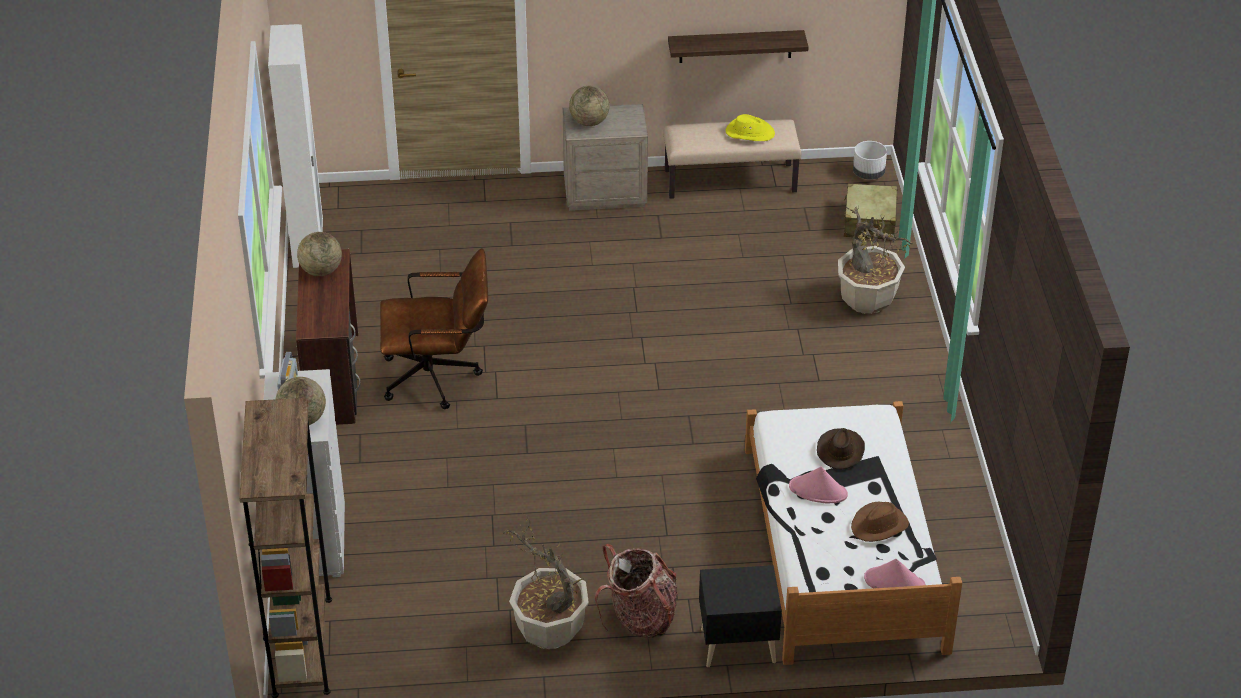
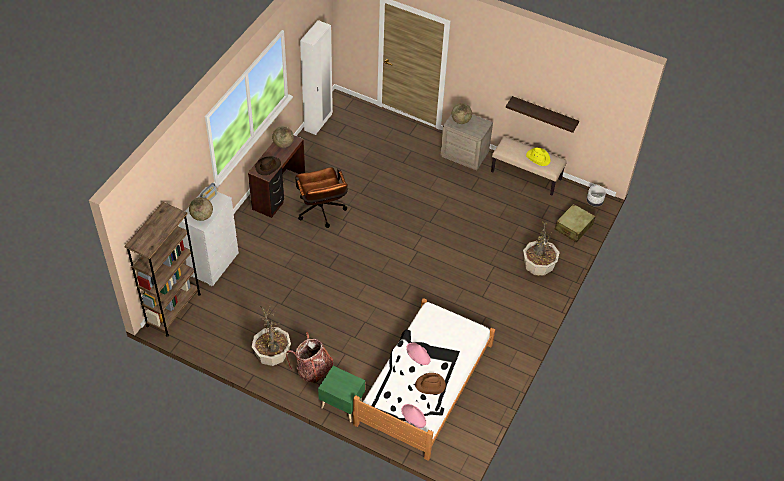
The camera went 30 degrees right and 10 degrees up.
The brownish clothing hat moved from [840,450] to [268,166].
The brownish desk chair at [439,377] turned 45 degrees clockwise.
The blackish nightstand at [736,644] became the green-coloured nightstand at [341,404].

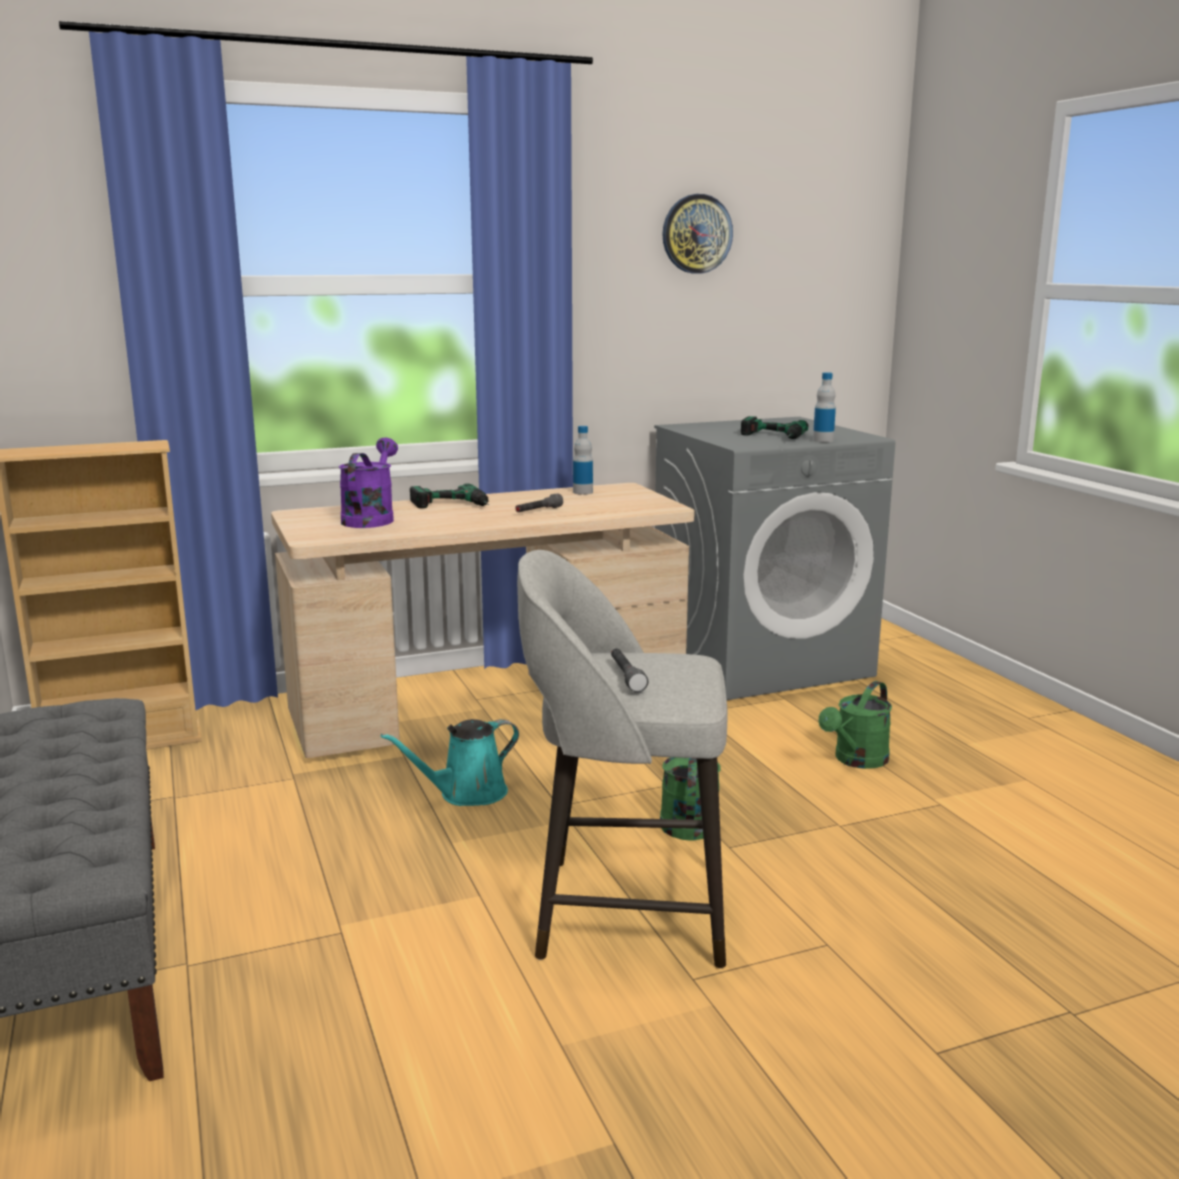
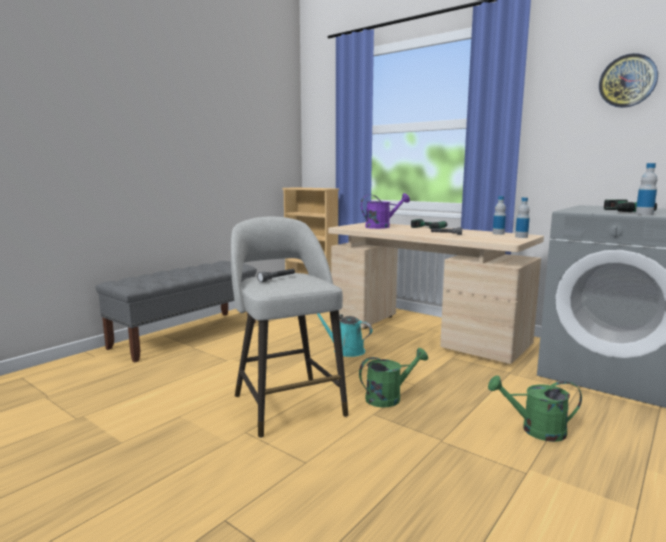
The camera went 60 degrees right and 5 degrees down.
The beverage bottle at [521,237] appeared.

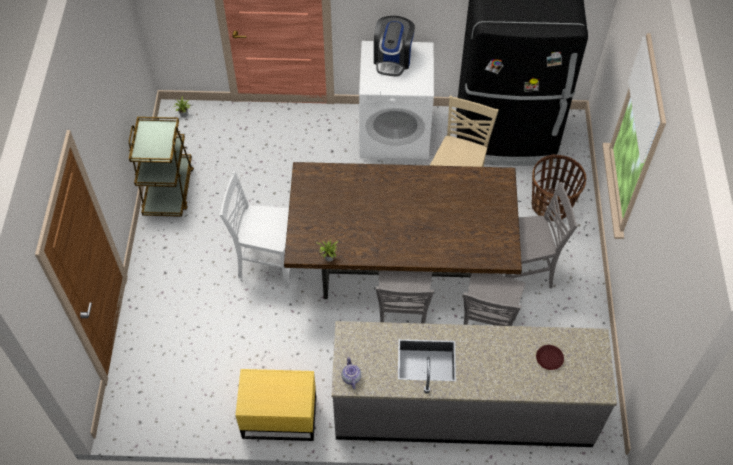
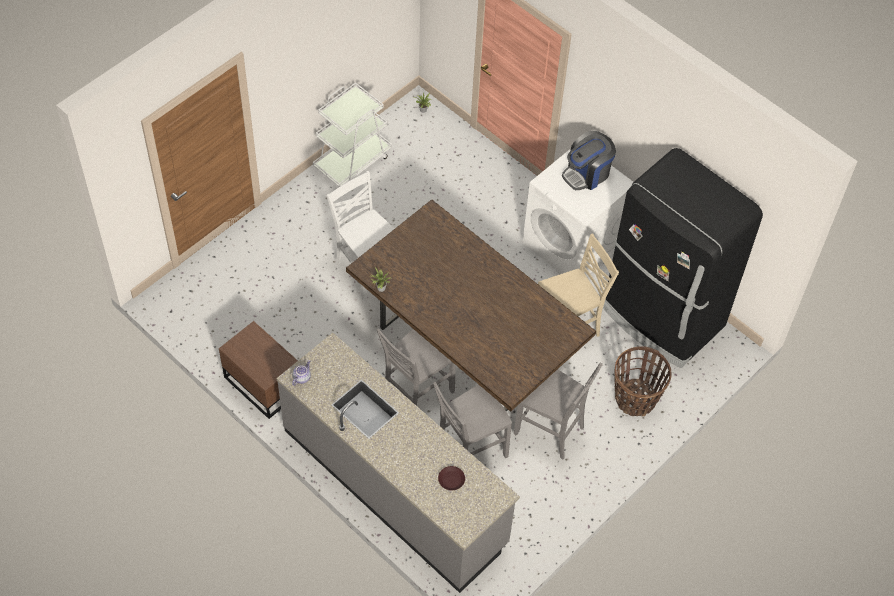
The camera went 40 degrees right and 0 degrees up.
The yellowish nightstand at [278,416] became the brownish nightstand at [263,383].
The brownish trolley at [168,190] became the whitish trolley at [353,161].

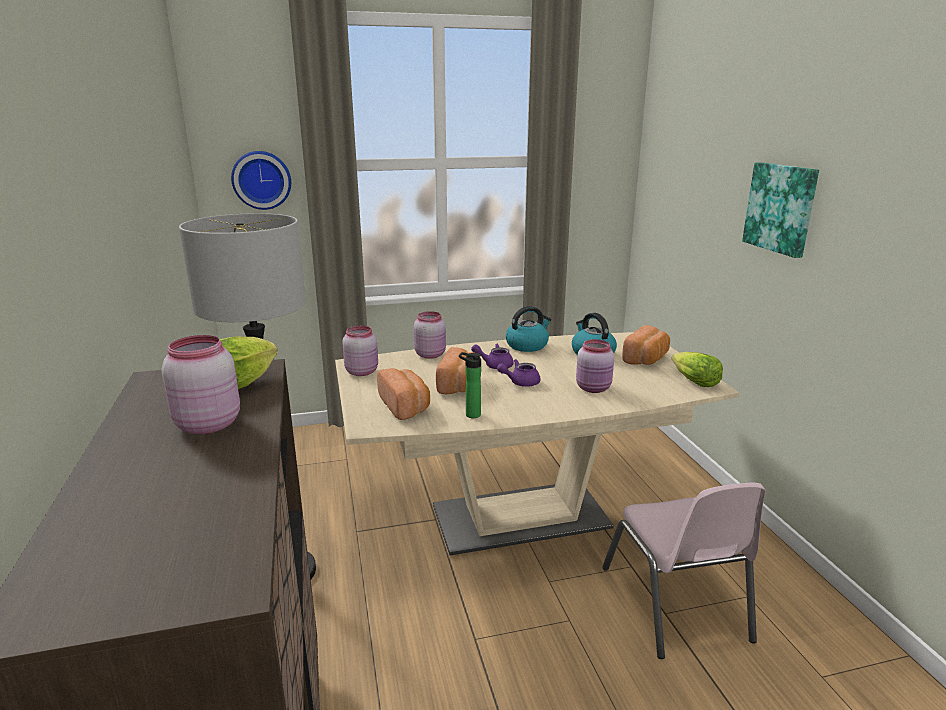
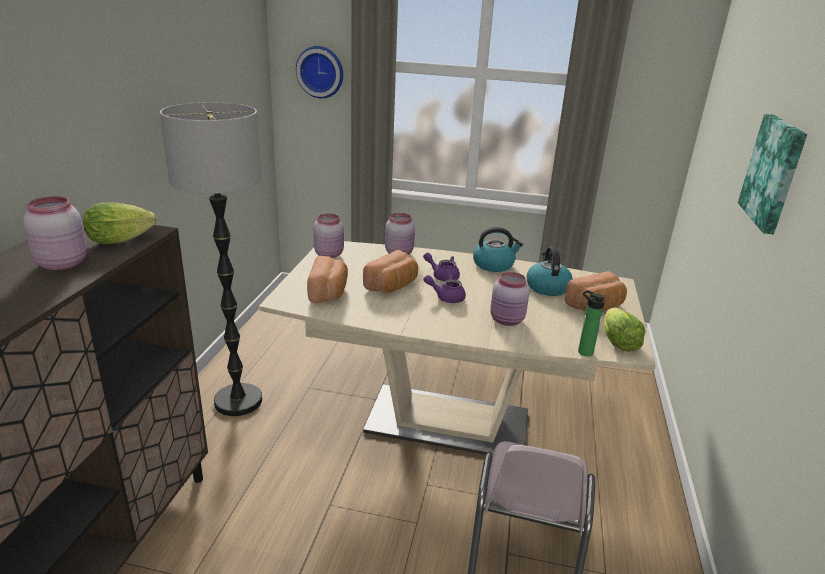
The camera went 25 degrees right and 5 degrees up.
The beverage bottle moved from [470,414] to [583,351].

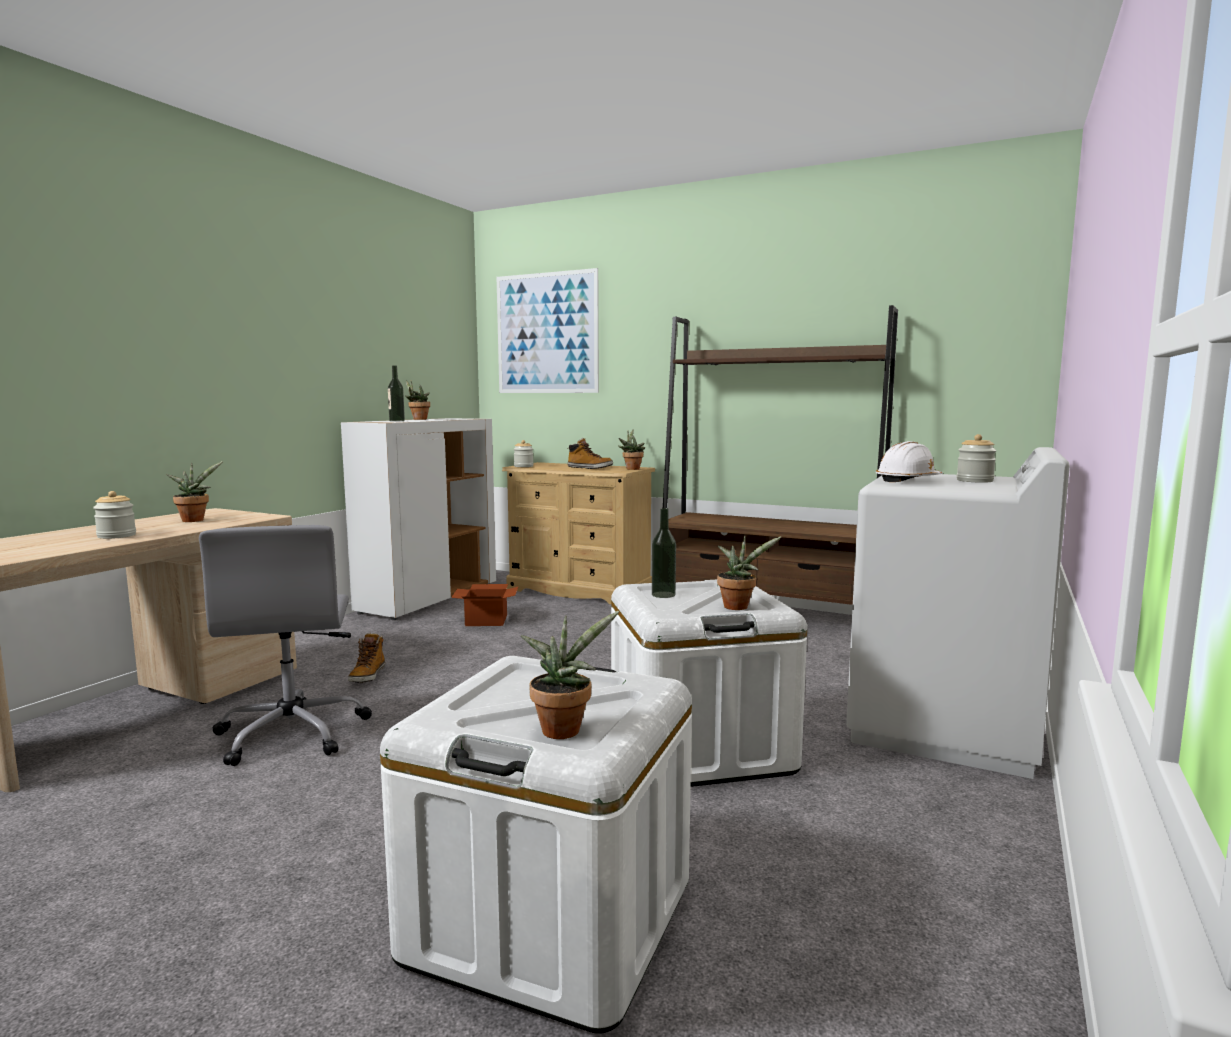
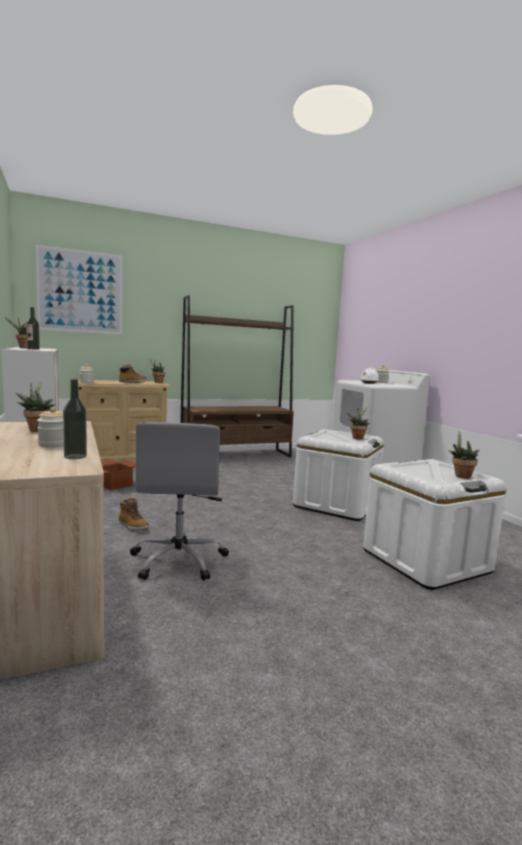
The camera went 50 degrees left and 0 degrees up.
The beverage bottle moved from [663,594] to [75,456].
The gray desk chair at [293,733] turned 60 degrees clockwise.

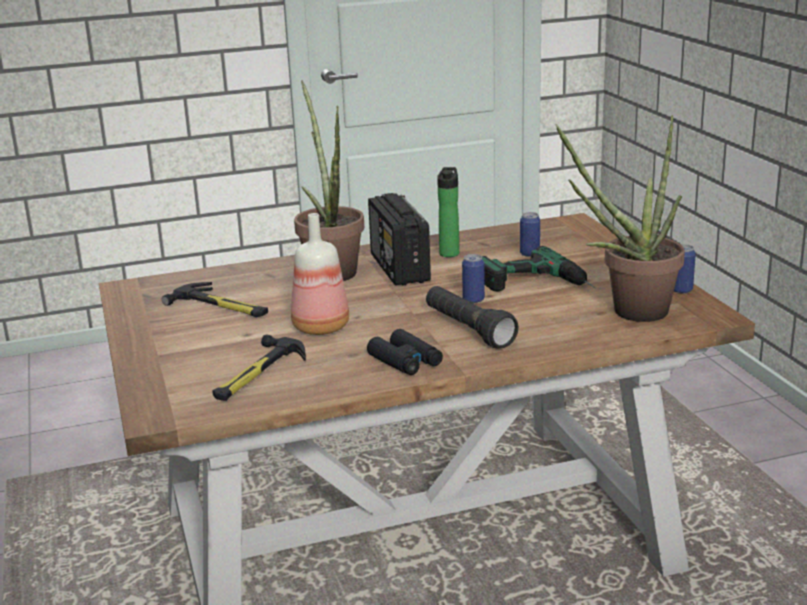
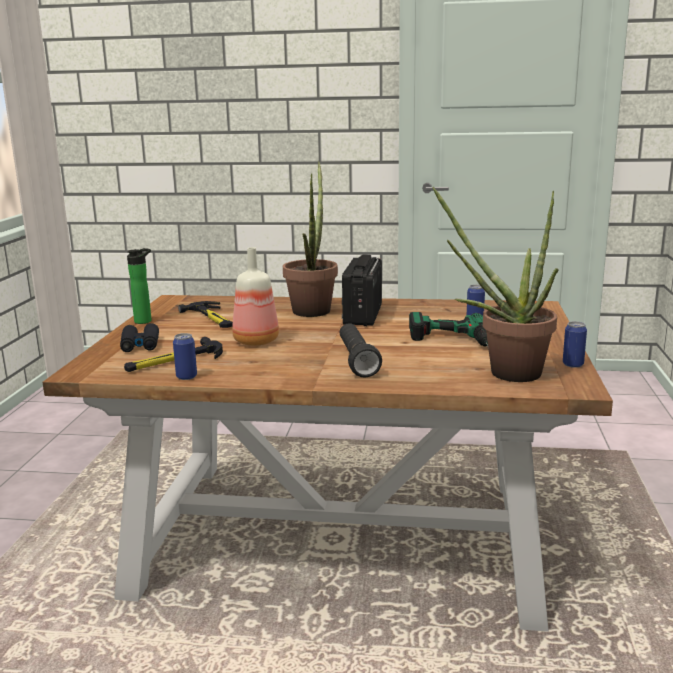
The camera went 25 degrees right and 5 degrees down.
The blackish binoculars moved from [405,361] to [140,345].
The beverage bottle moved from [449,252] to [145,321].
The sealed can moved from [473,300] to [186,377].

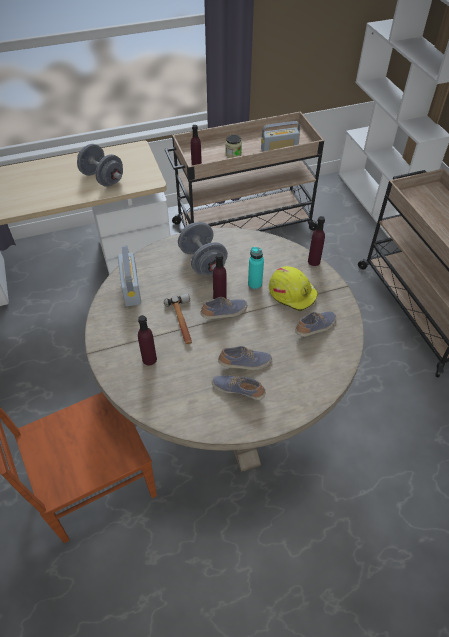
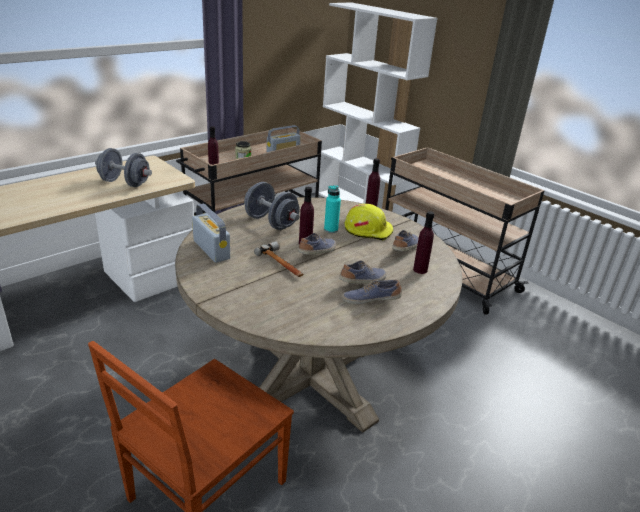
The camera went 25 degrees left and 20 degrees down.
The purple-coloured beverage bottle moved from [149,359] to [420,270].

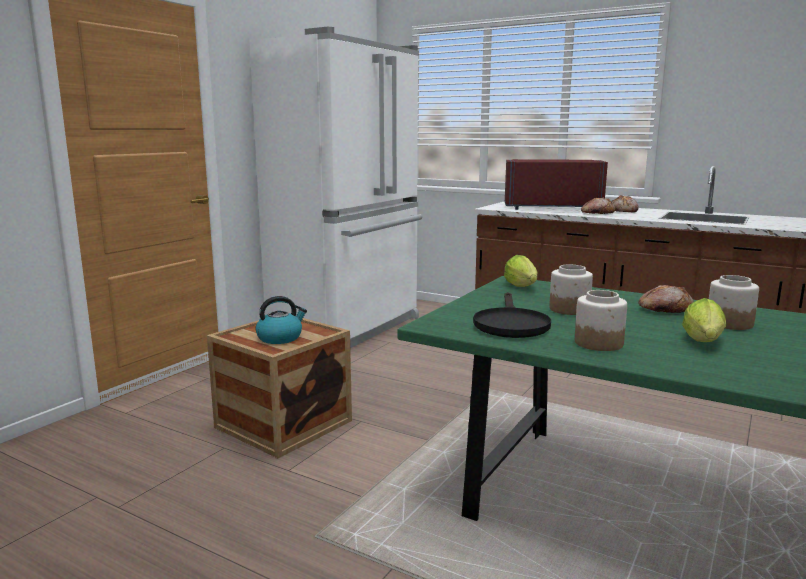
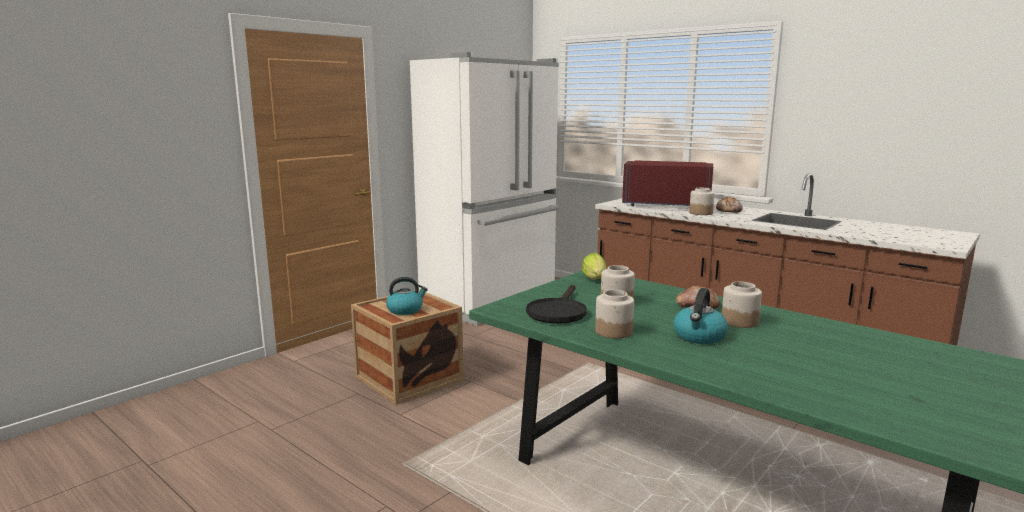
The camera went 10 degrees right and 0 degrees up.
The lettuce at [703,343] was replaced by the kettle at [699,337].
The bakery bread at [597,213] was replaced by the storage jar at [700,213].

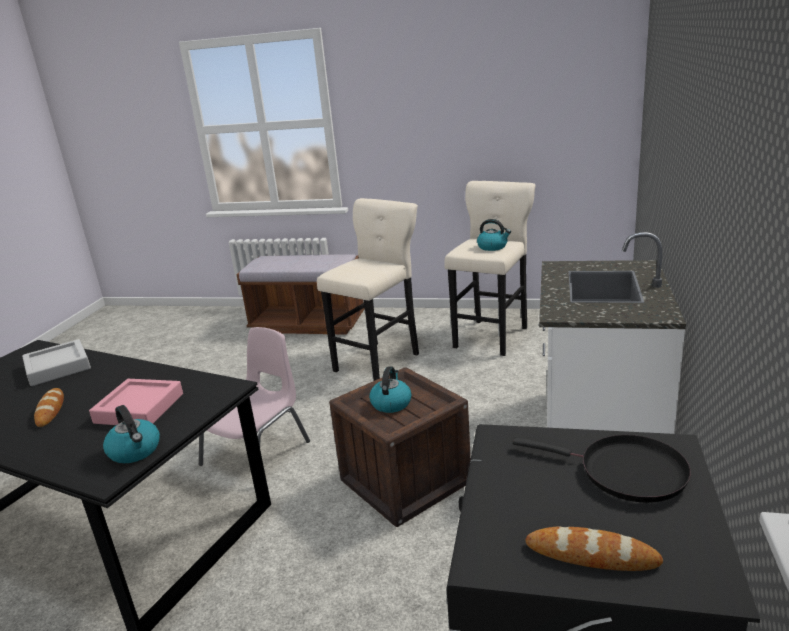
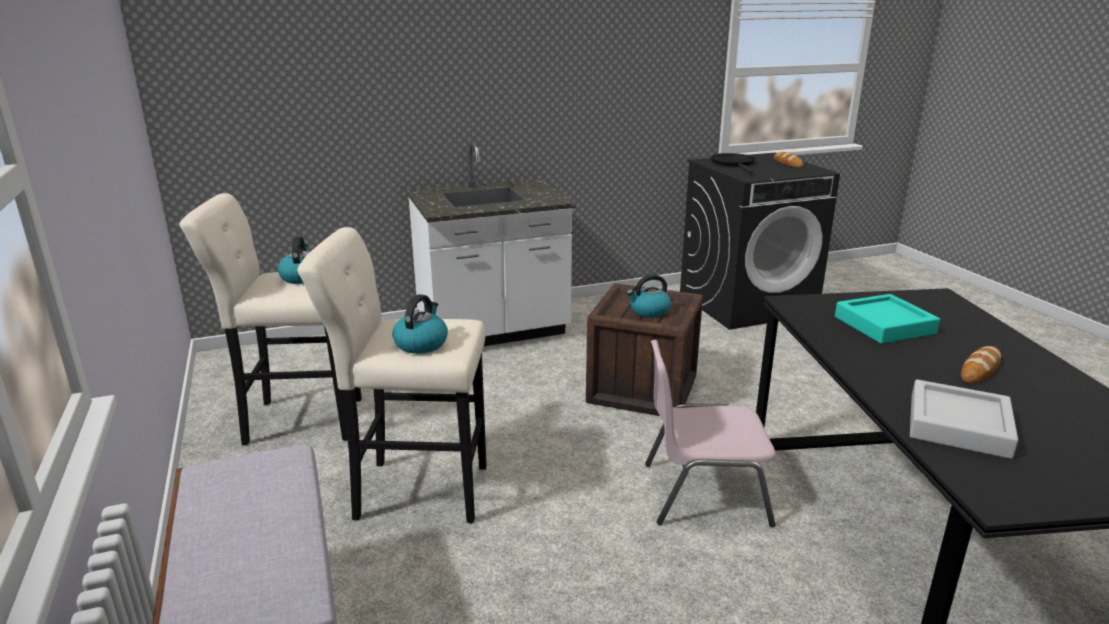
The camera went 125 degrees left and 0 degrees up.
The kettle moved from [135,451] to [421,343].
The pink-coloured carrying tray at [139,408] became the blue-green carrying tray at [884,325].

